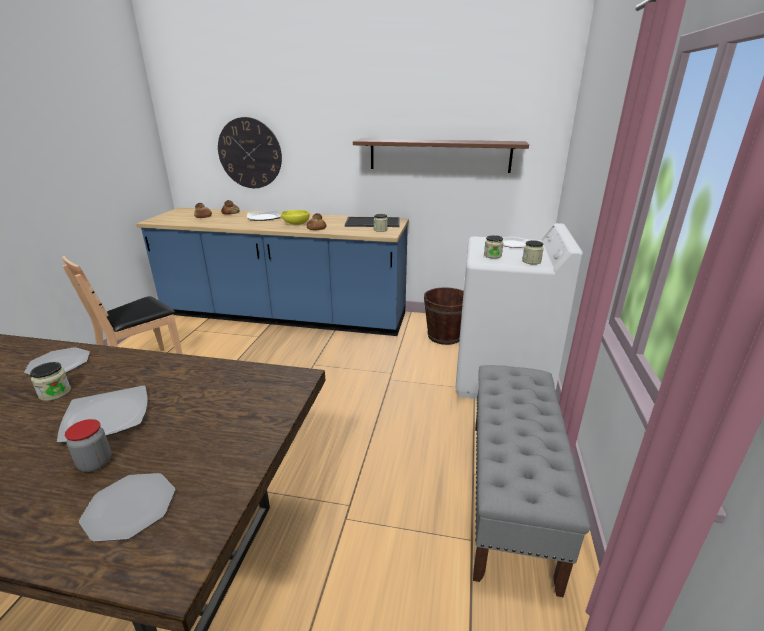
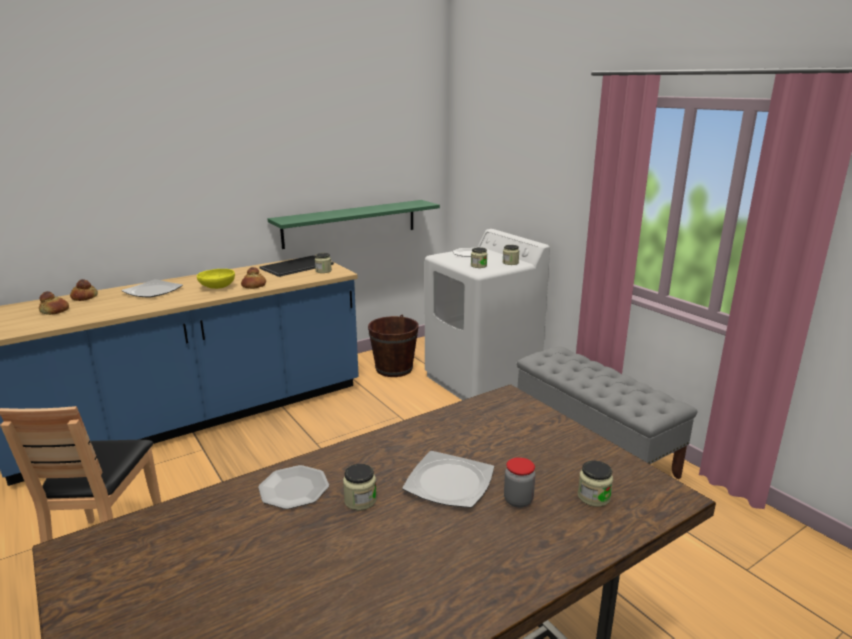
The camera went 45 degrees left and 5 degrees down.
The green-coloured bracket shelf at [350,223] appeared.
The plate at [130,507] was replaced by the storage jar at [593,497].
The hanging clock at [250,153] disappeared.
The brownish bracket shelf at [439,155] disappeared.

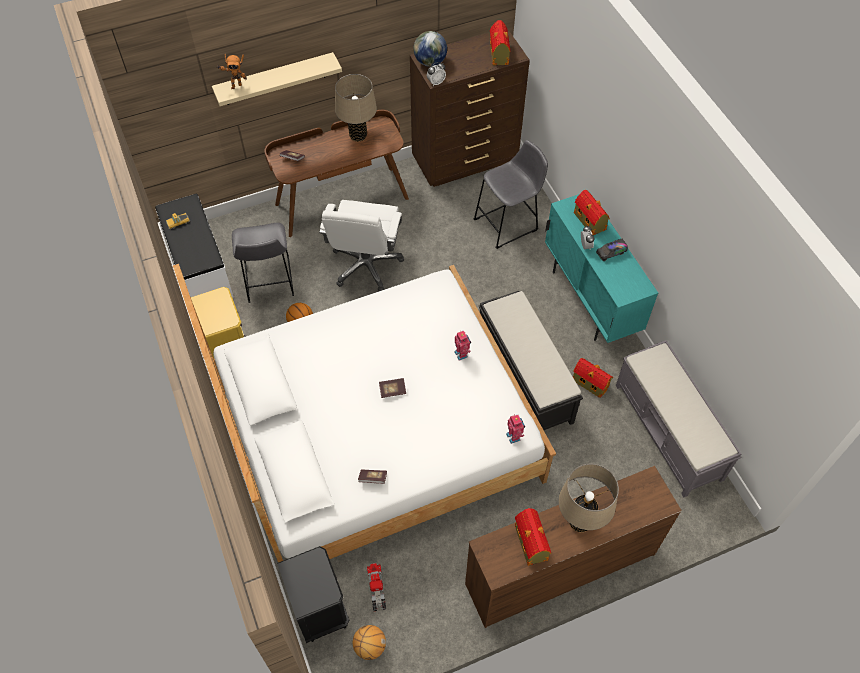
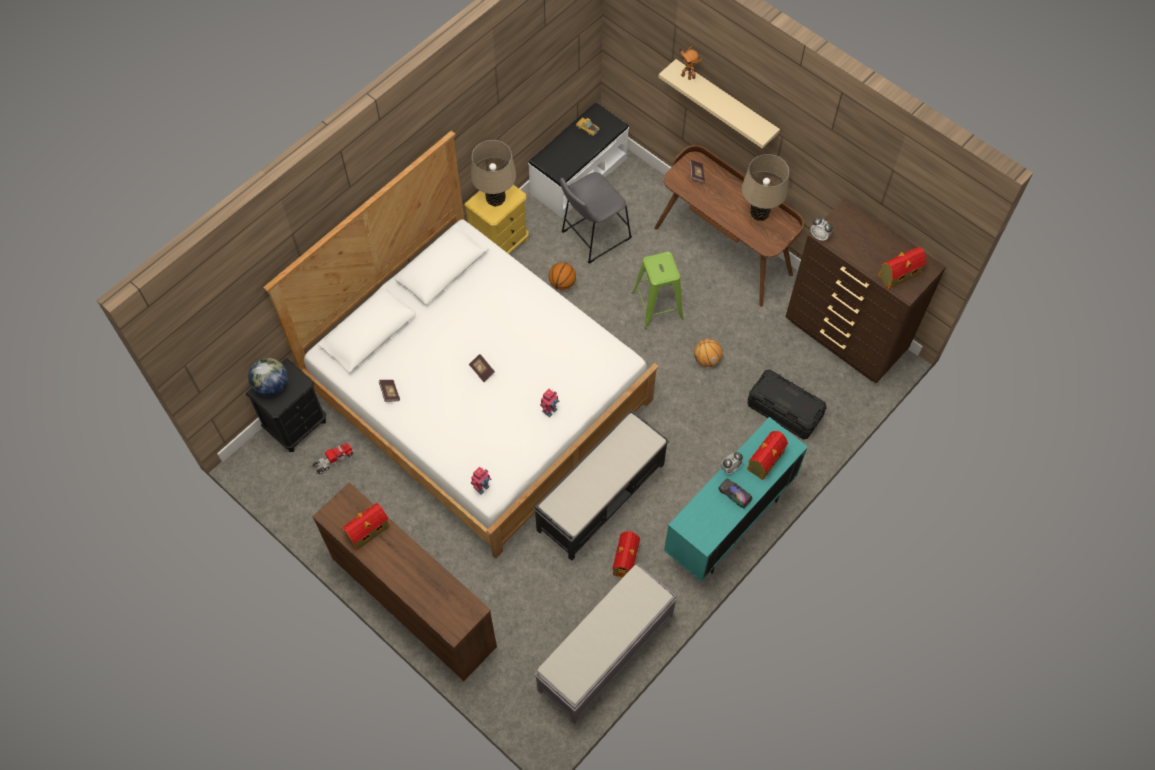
The camera went 65 degrees right and 5 degrees up.
The world globe moved from [430,62] to [271,385].
The beige-coloured tabletop lamp moved from [580,521] to [495,199].
The whitish desk chair at [366,265] was replaced by the green-coloured stool at [657,306].
The ball for basketball moved from [369,646] to [706,359].
The gray stool at [509,224] was replaced by the blackish storage bin at [784,411].

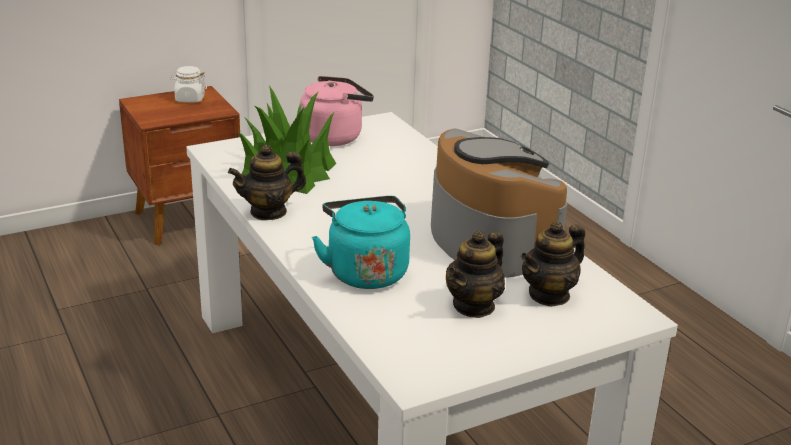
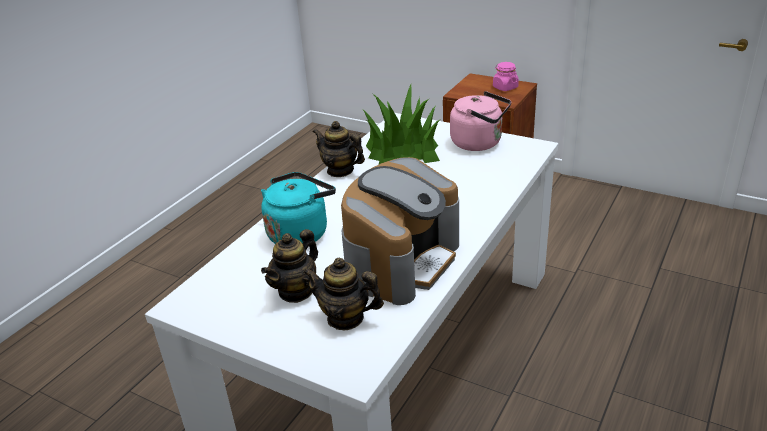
The camera went 60 degrees right and 5 degrees up.
The pot for tea at [474,306] turned 60 degrees counterclockwise.
The whitish storage jar at [189,99] became the pink-coloured storage jar at [505,87].

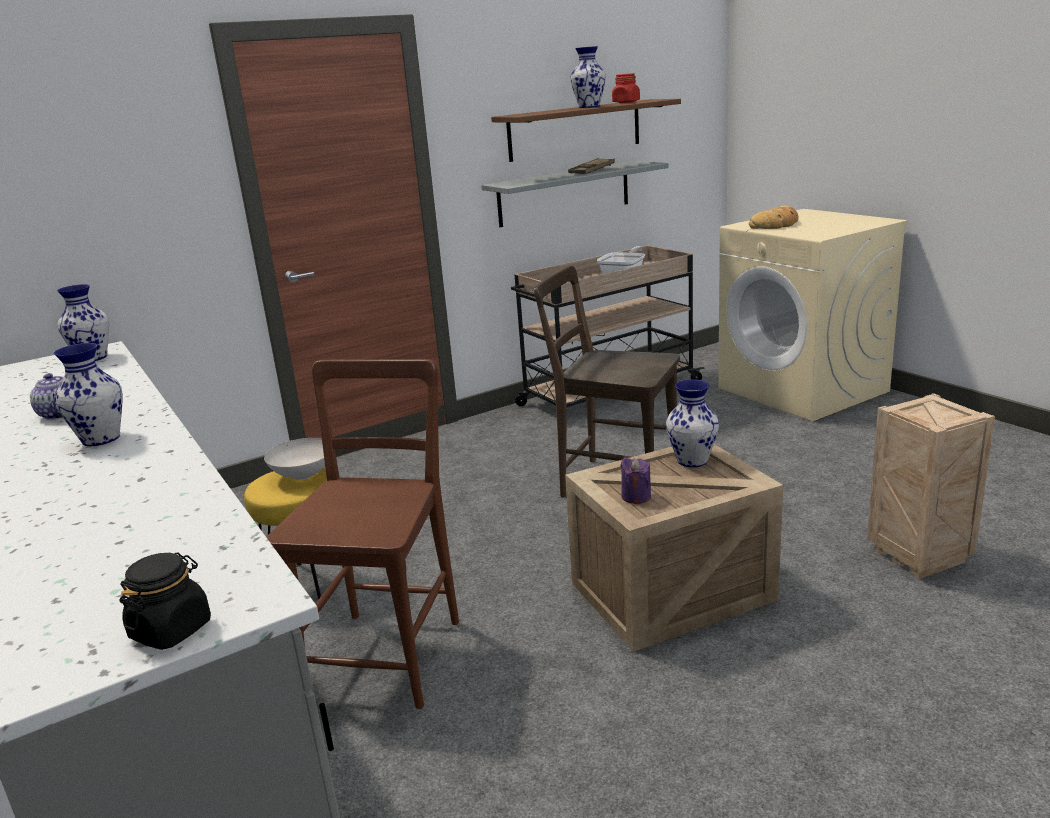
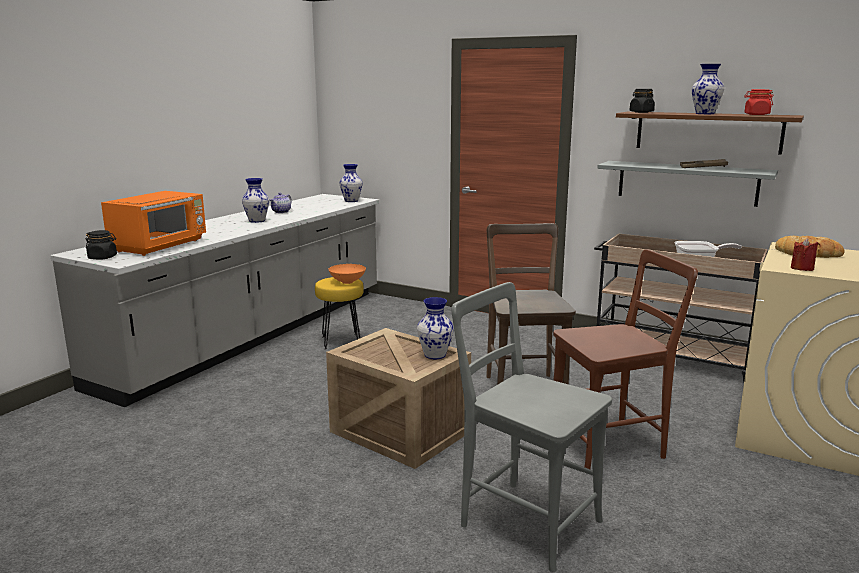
The camera went 60 degrees right and 5 degrees down.
The orange-coloured microwave at [160,246] appeared.
The whitish deep dish at [304,474] became the orange-coloured deep dish at [348,282].
The shipping crate at [916,555] was replaced by the gray chair at [524,520].
The brownish chair moved from [388,651] to [611,444].
The blackish storage jar at [641,112] appeared.
The reddish wax light at [802,268] appeared.
The purple-coloured wax light at [636,497] disappeared.

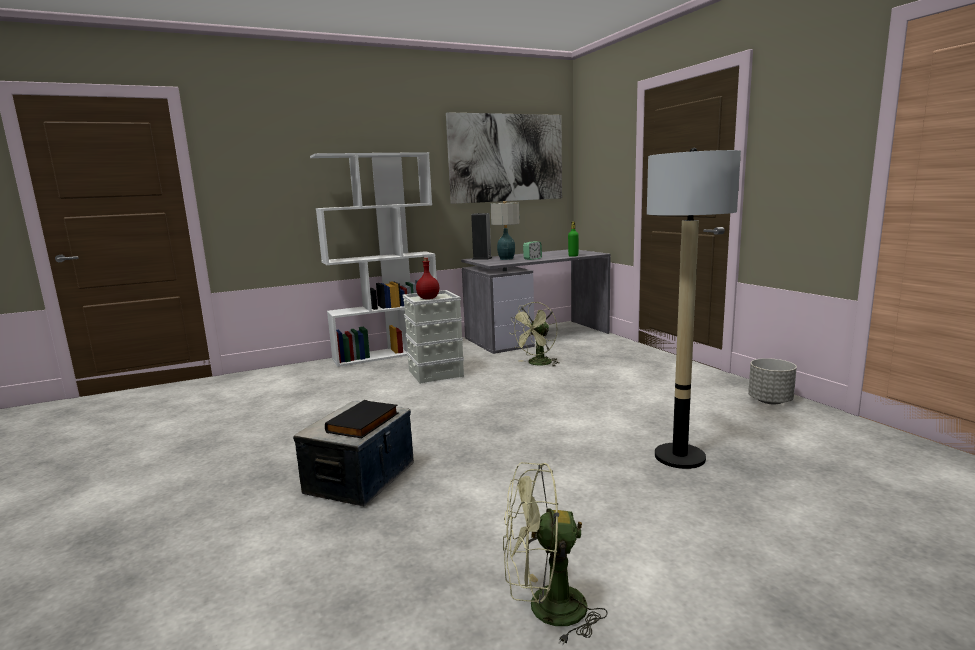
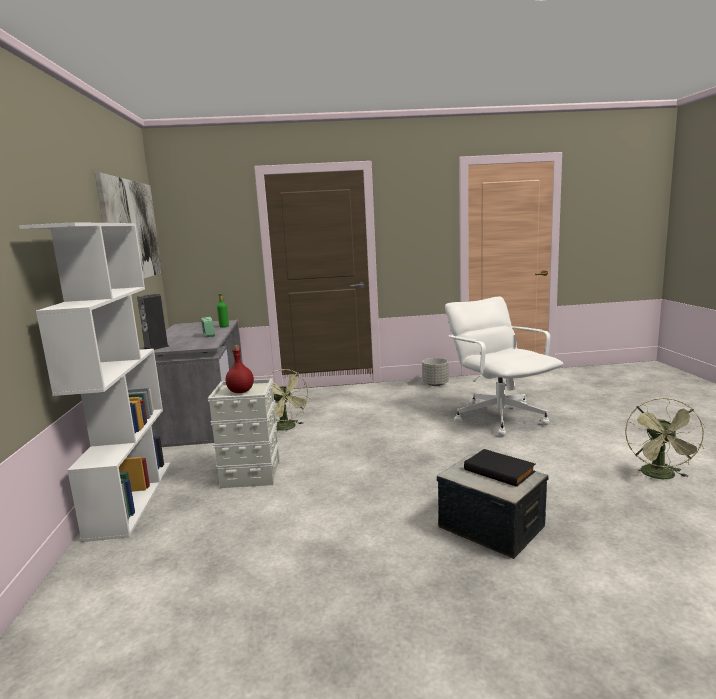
The camera went 70 degrees left and 0 degrees up.
The floor lamp at [680,457] was replaced by the whitish desk chair at [499,418].
The tabletop lamp at [506,259] disappeared.

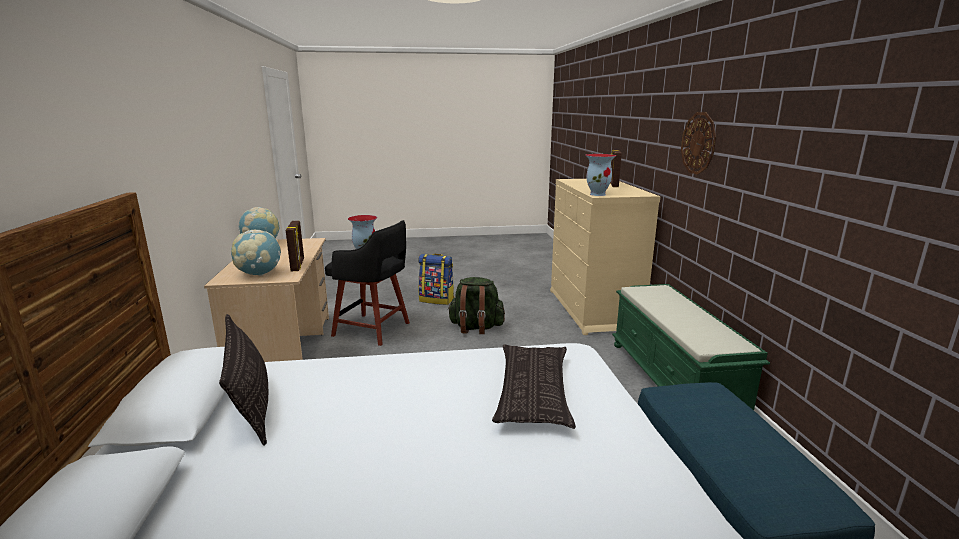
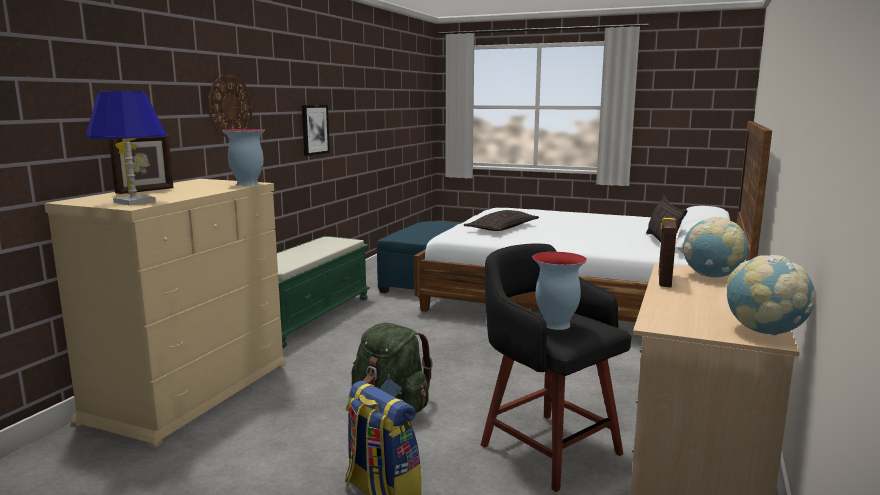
The camera went 150 degrees left and 5 degrees down.
The bluish tabletop lamp at [134,202] appeared.
The wall art at [314,129] appeared.

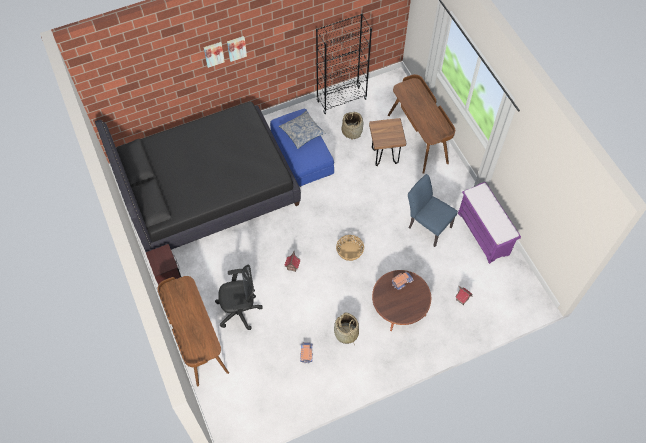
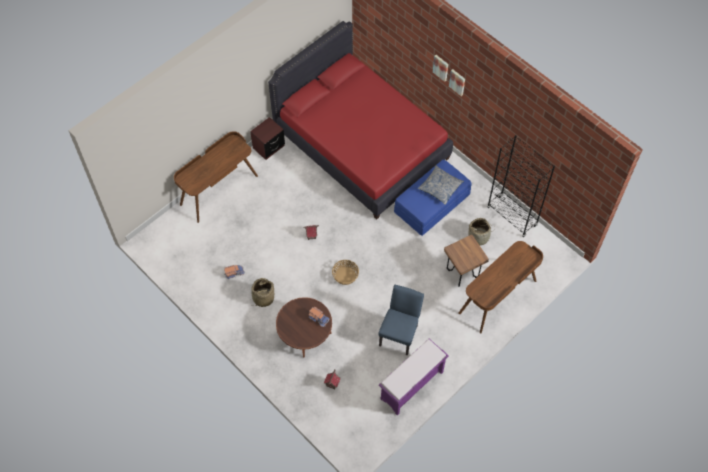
The camera went 70 degrees right and 0 degrees up.
The blackish sleeping bed at [207,190] became the reddish sleeping bed at [361,145].
The blackish desk chair at [240,311] disappeared.

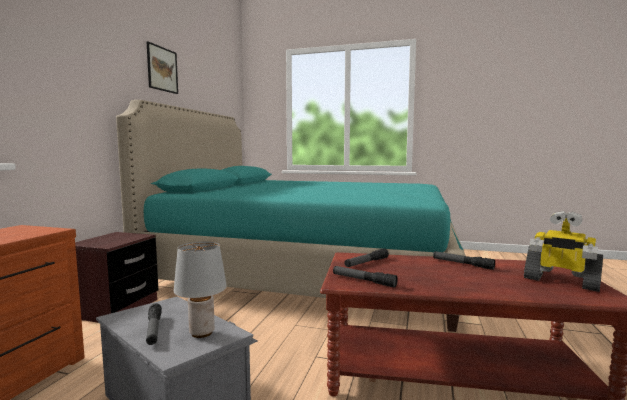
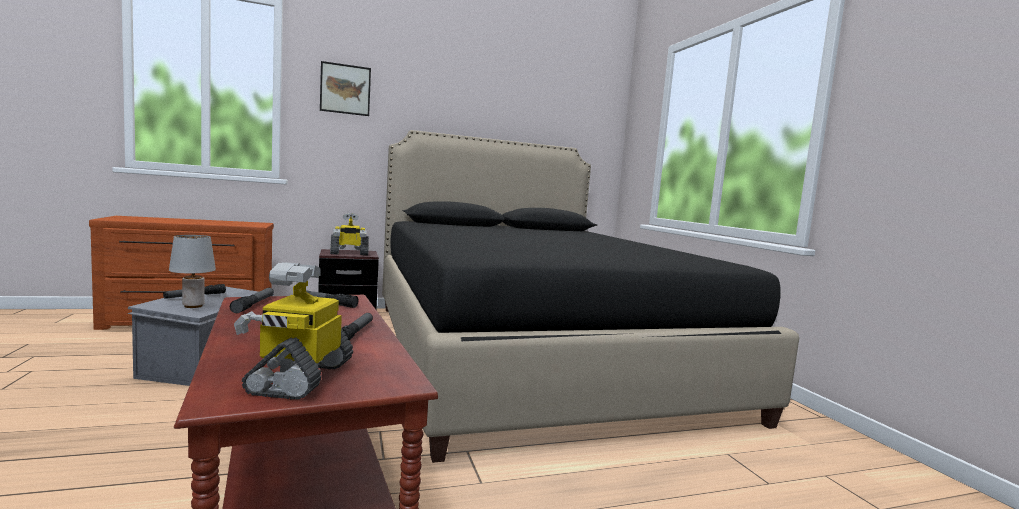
The camera went 55 degrees right and 0 degrees up.
The wall art moved from [162,69] to [345,89].
The model robot at [349,253] appeared.
The blue-green sleeping bed at [309,271] became the blackish sleeping bed at [530,354].

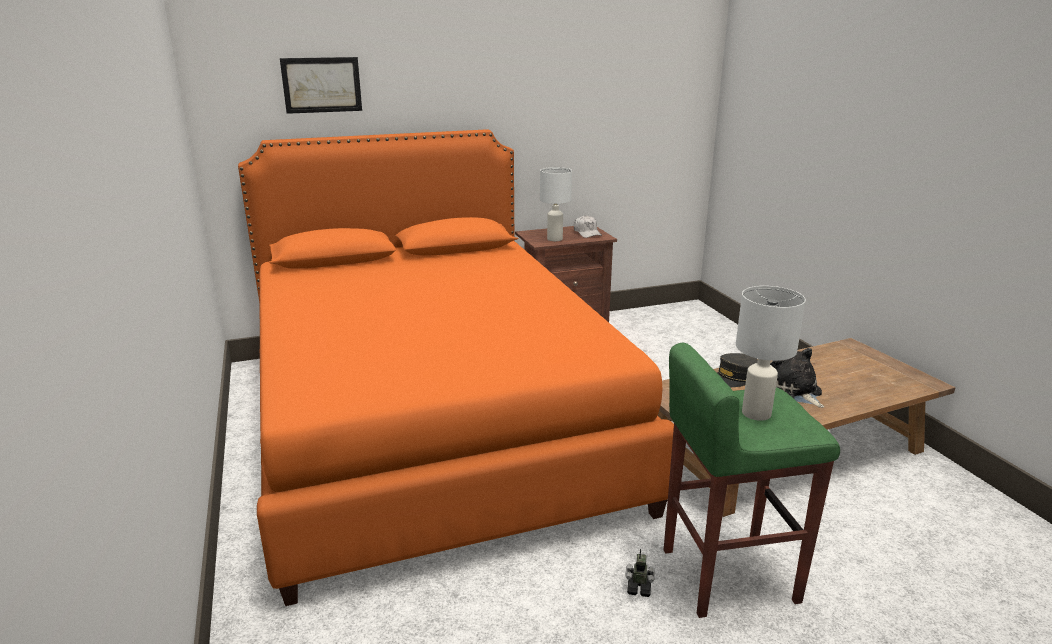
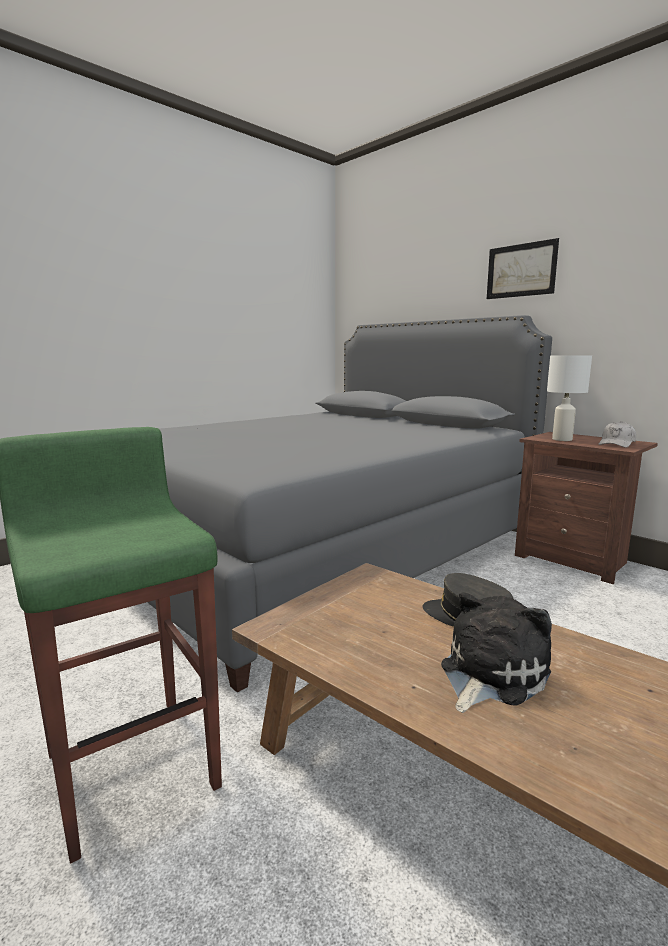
The camera went 65 degrees right and 10 degrees down.
The orange-coloured sleeping bed at [431,423] became the gray sleeping bed at [318,549].
The wall art moved from [322,85] to [521,270].
The model robot at [639,588] disappeared.
The whitish tabletop lamp at [757,413] disappeared.

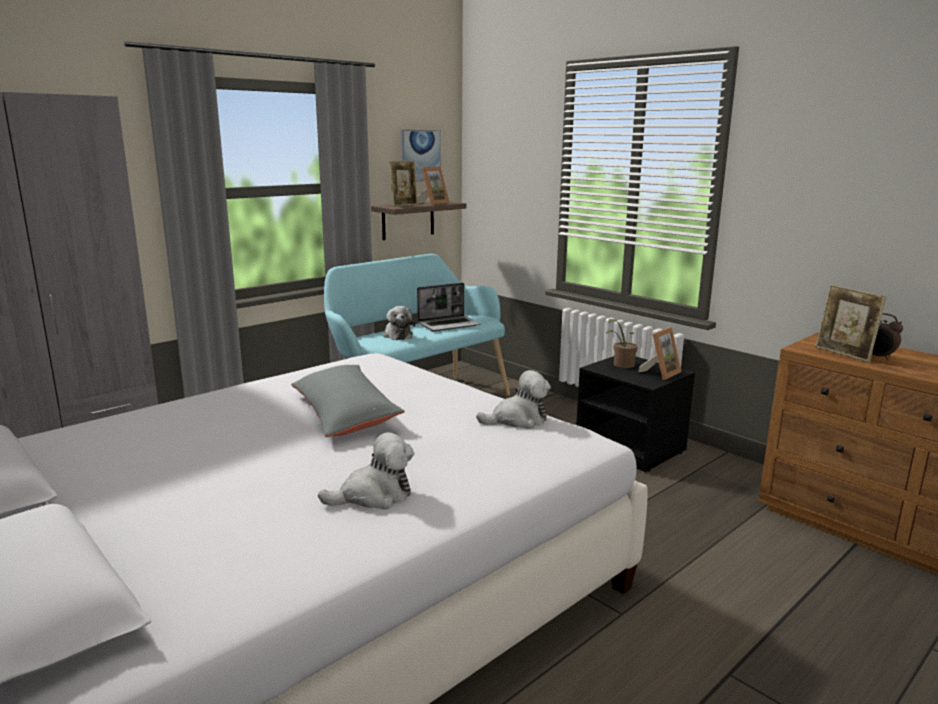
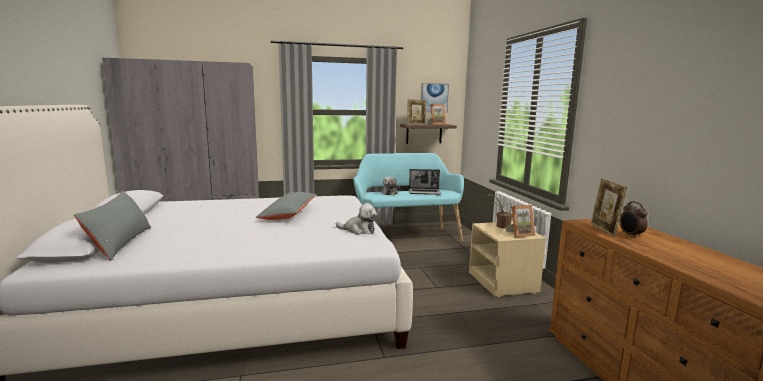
The camera went 30 degrees right and 5 degrees down.
The gray cushion at [120,243] appeared.
The blackish nightstand at [631,448] became the beige-coloured nightstand at [503,282].
The plush toy at [374,496] disappeared.

